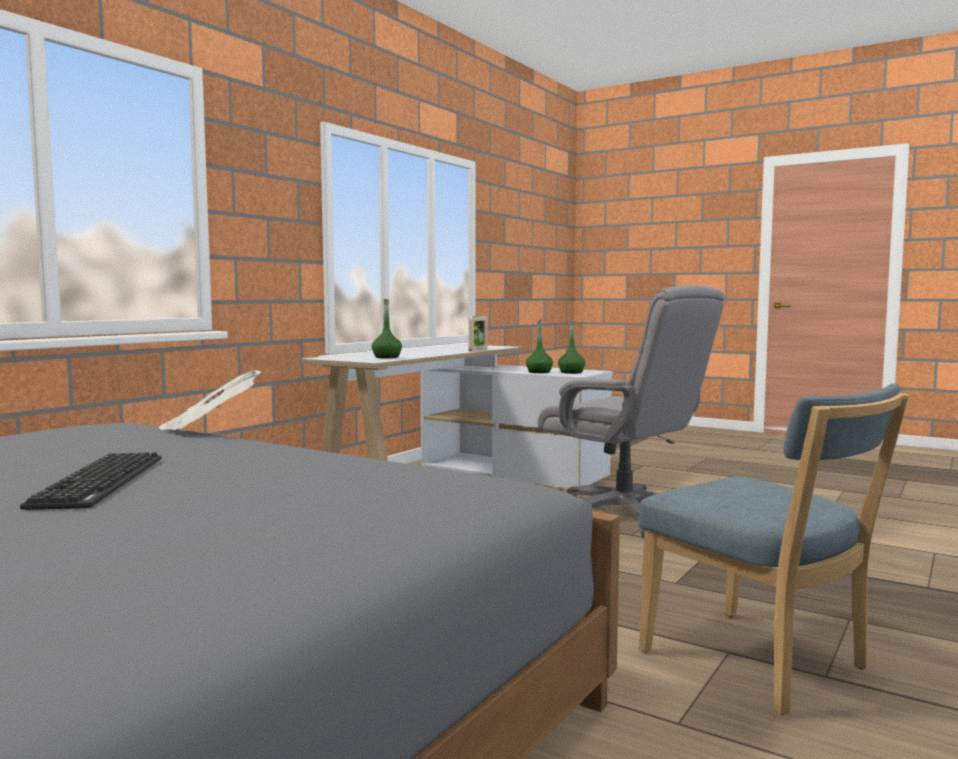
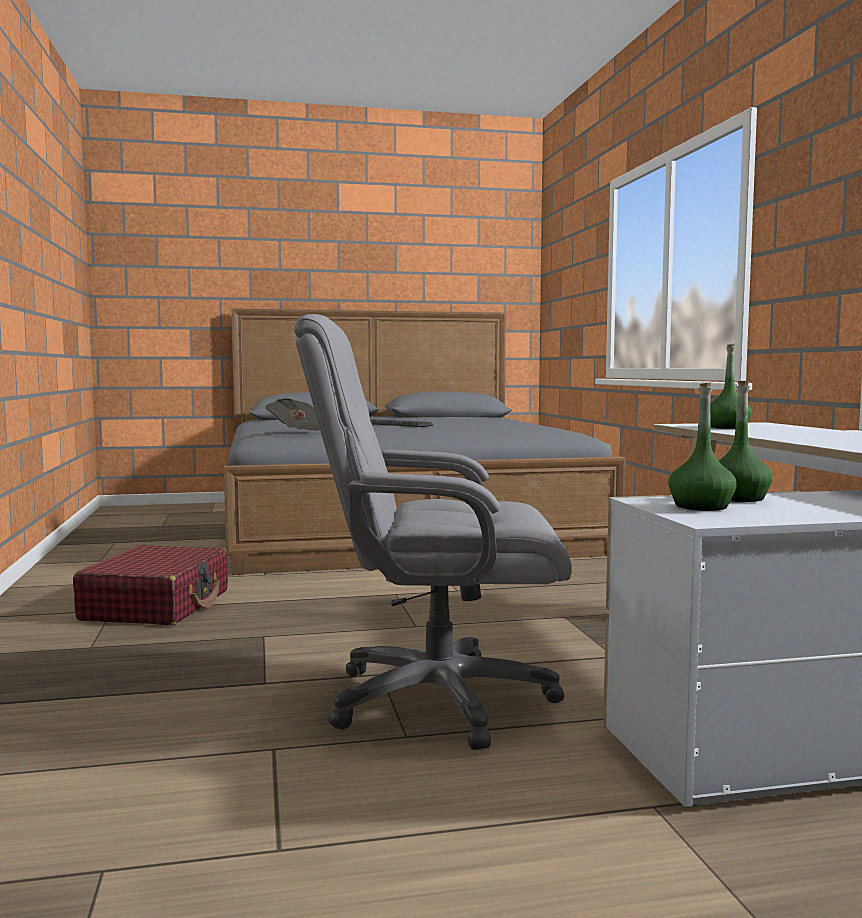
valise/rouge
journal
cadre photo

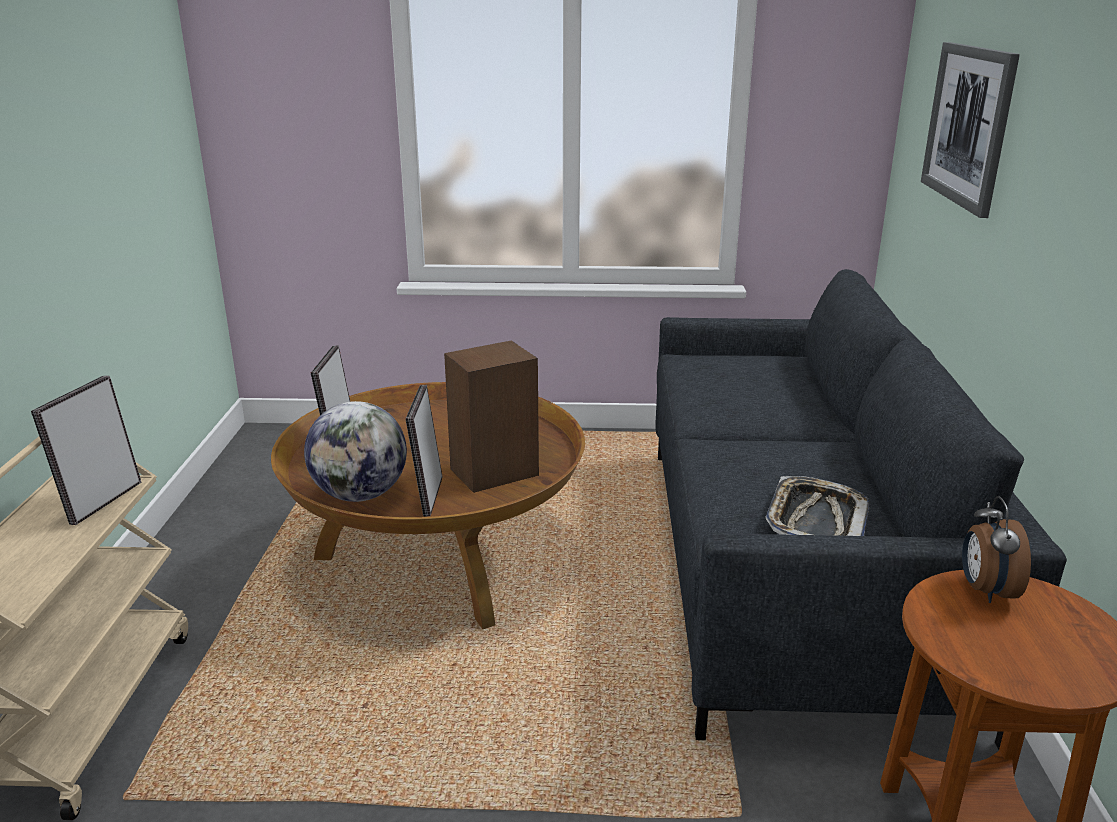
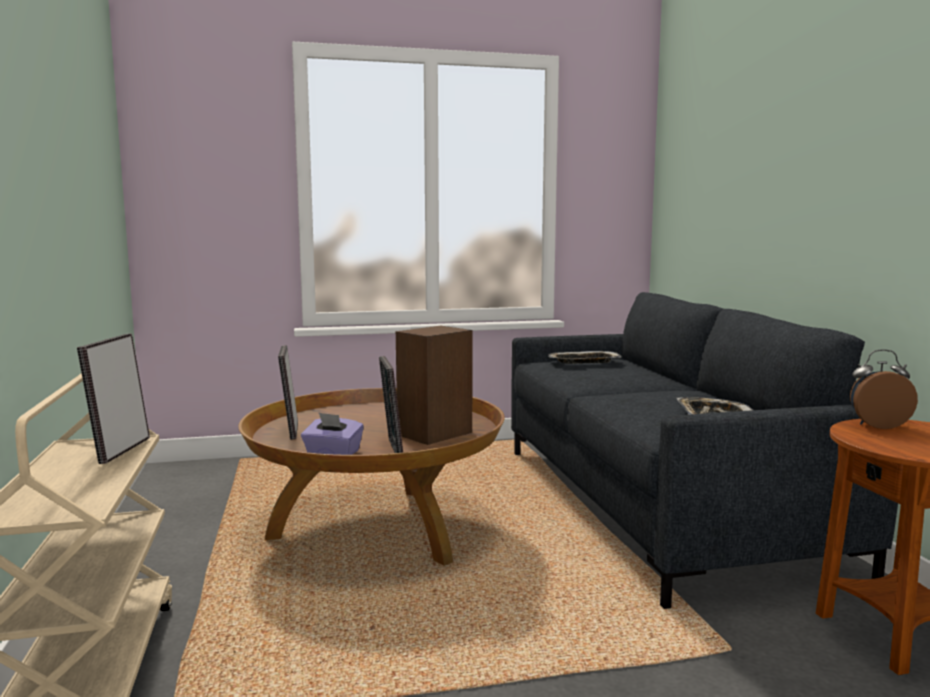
boîte à mouchoirs/violet
plateau (1st from left)
réveil
tableau

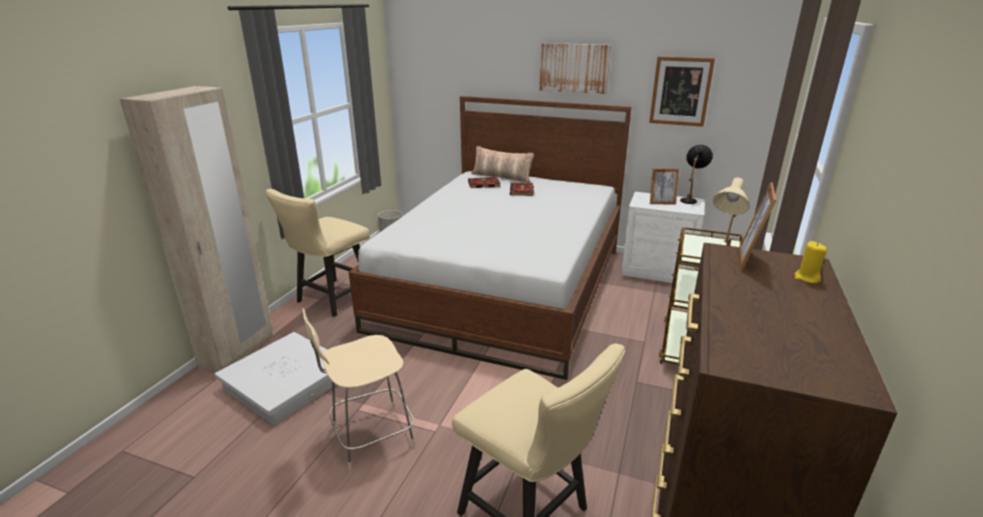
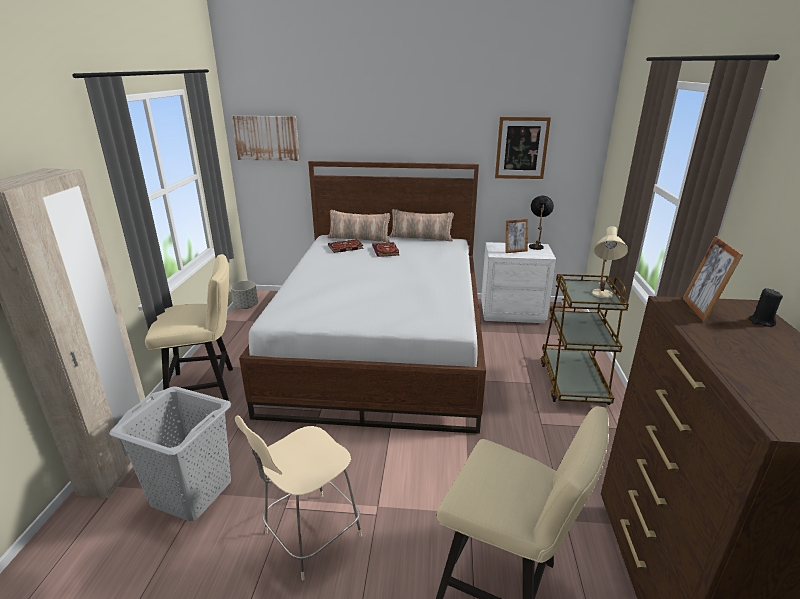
panier à linge/gris
chaise/beige (1st from left)
tableau (1st from left)
coussin (2nd from left)
bougie/noir

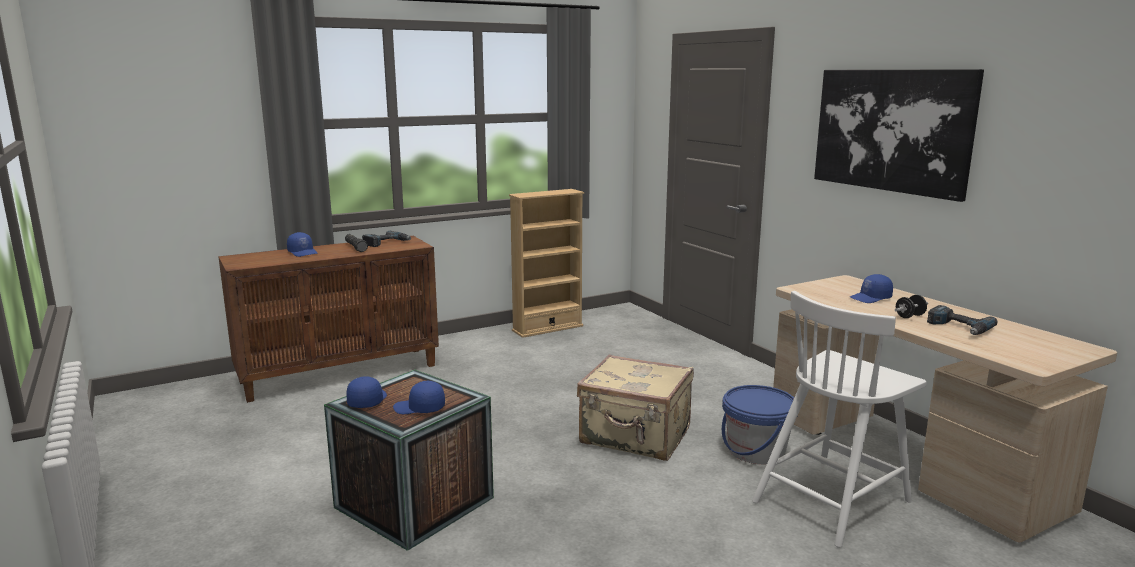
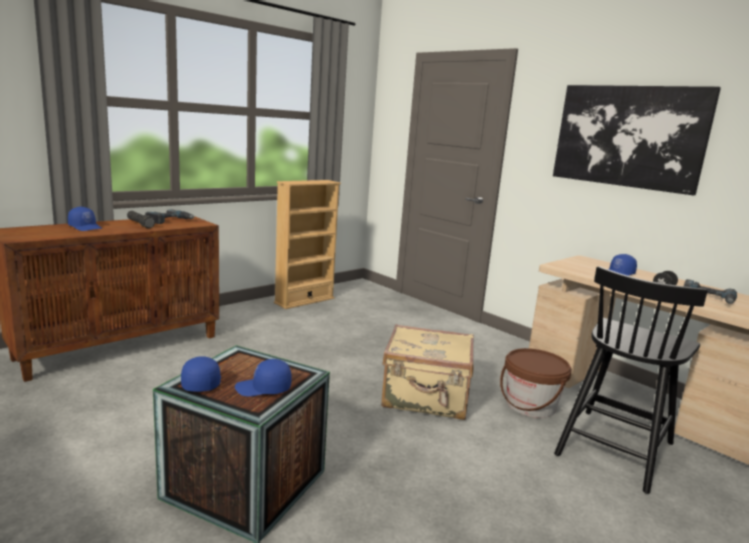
seau/marron
chaise/noir

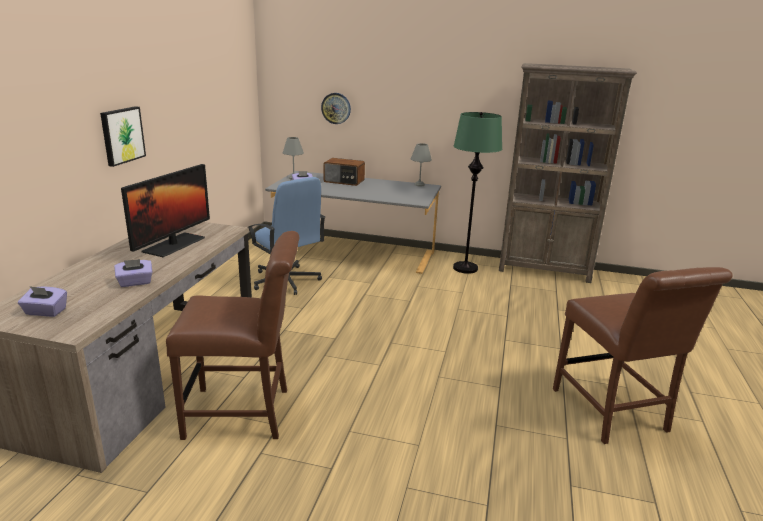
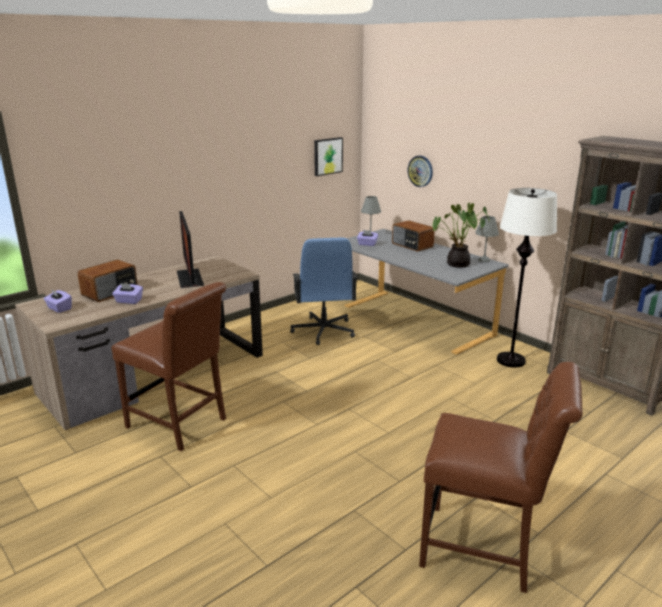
radio (1st from left)
écran d'ordinateur
tableau
chaise/marron (2nd from left)
plante en pot
lampadaire/blanc

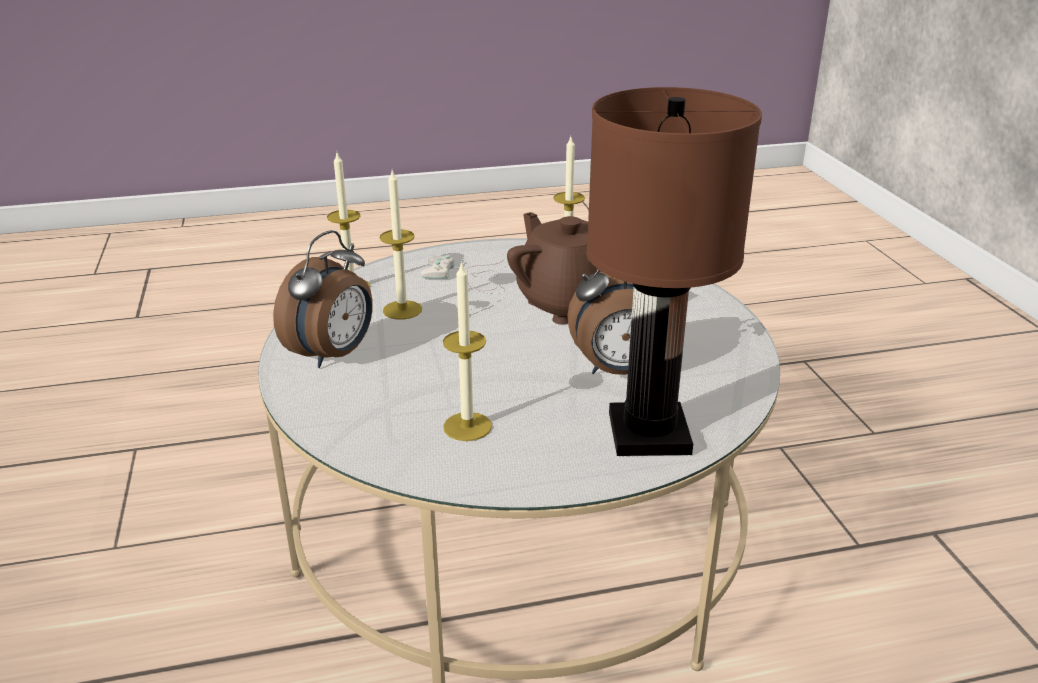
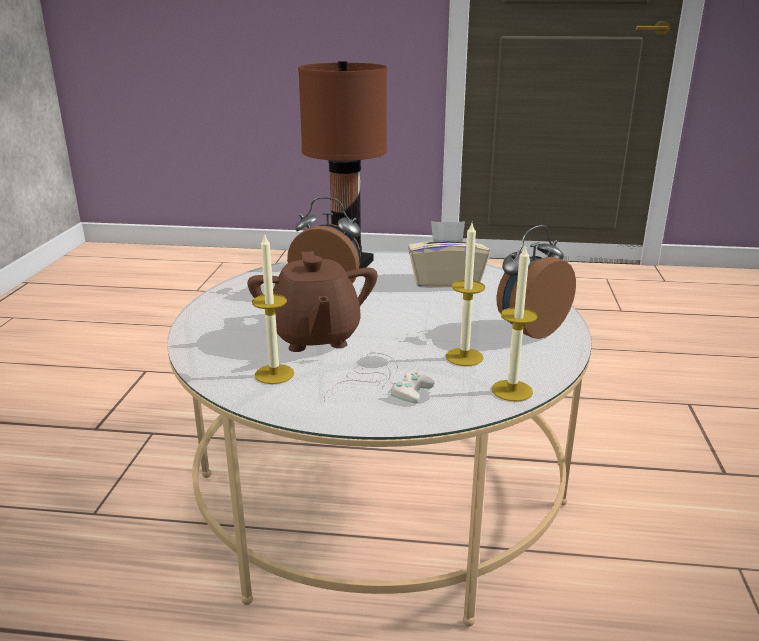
boîte à mouchoirs/beige

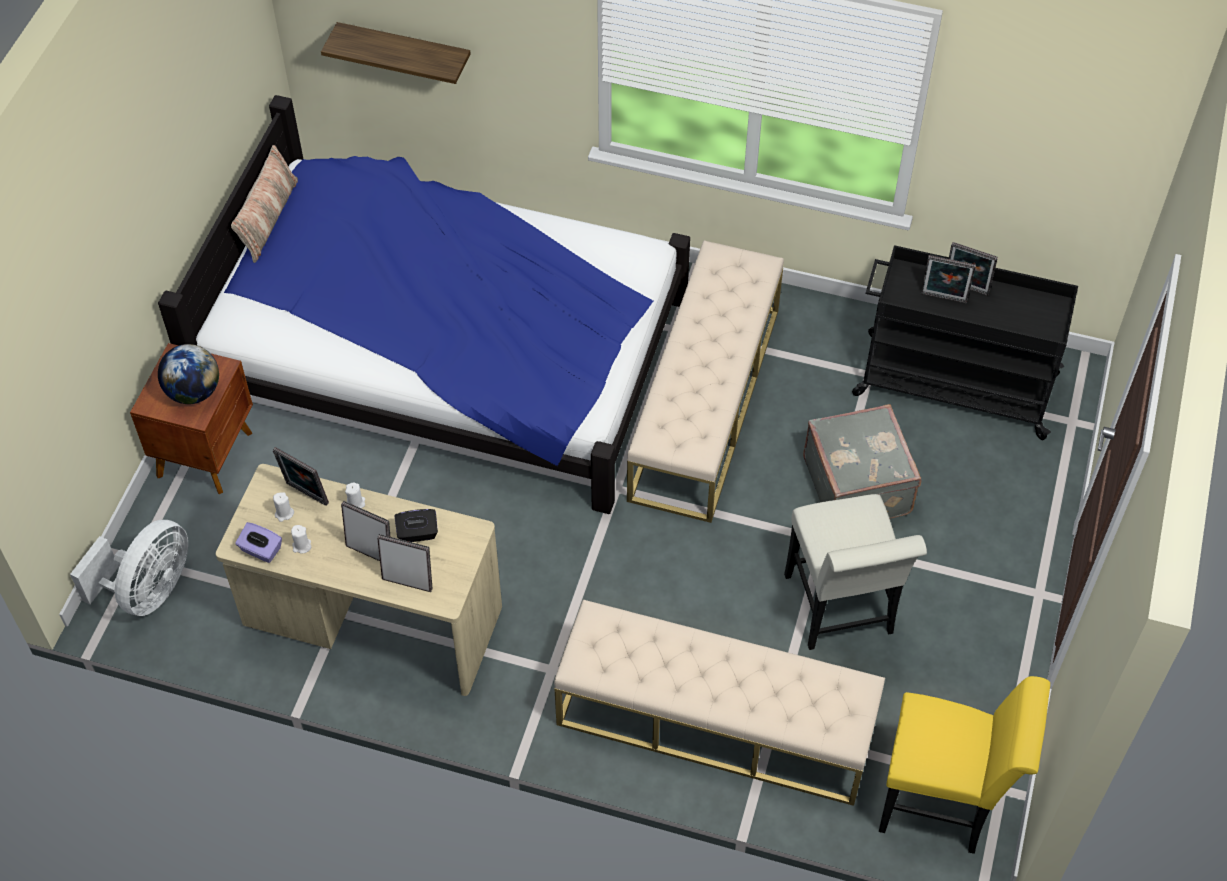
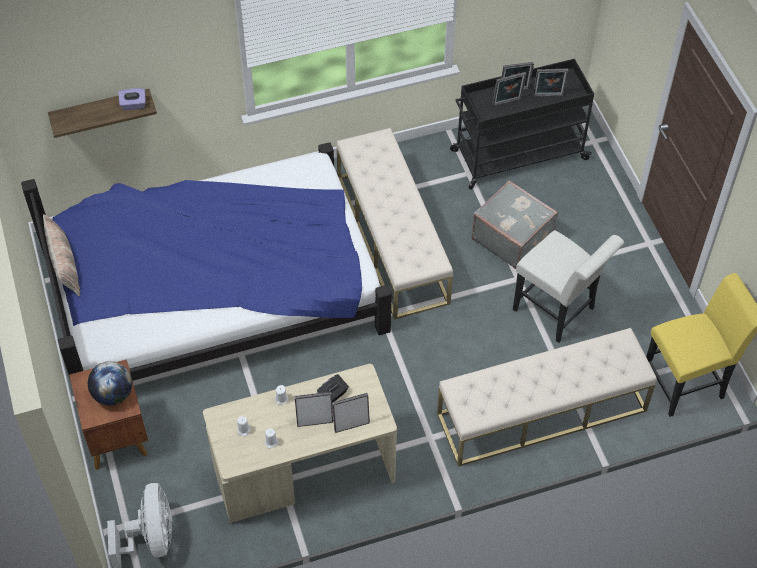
boîte à mouchoirs/violet
cadre photo (5th from left)

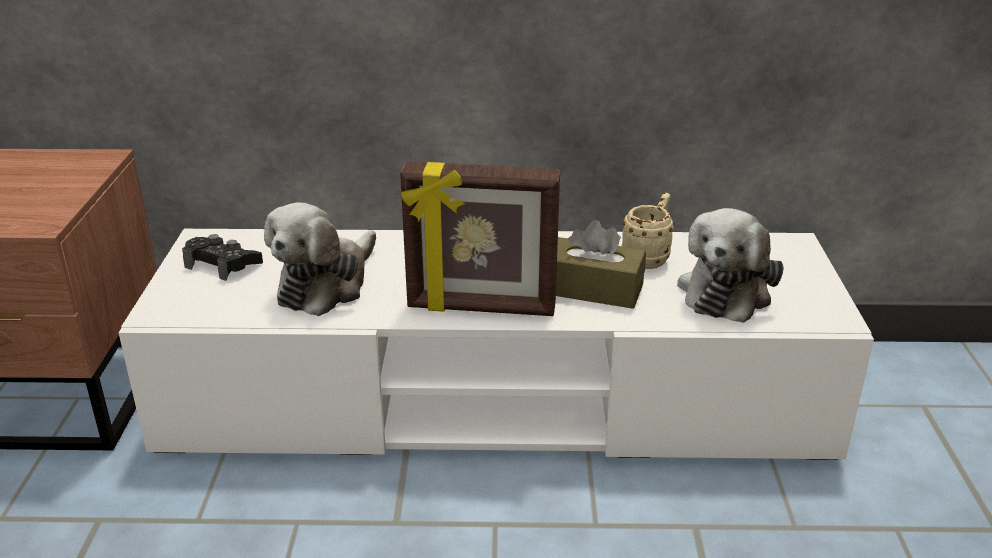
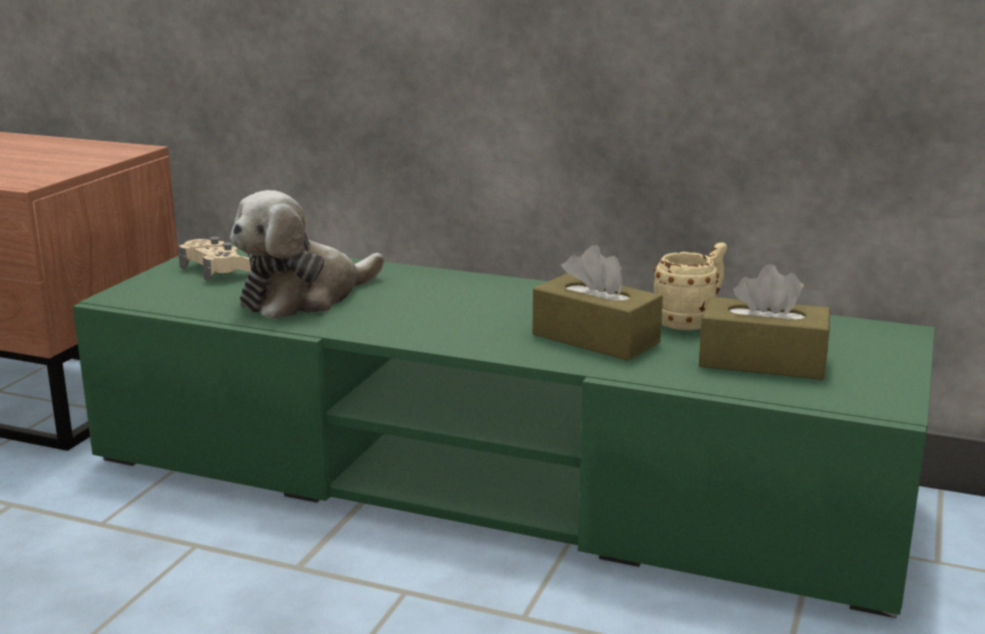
meuble télé/vert
manette/beige
boîte à mouchoirs/marron (2nd from left)
cadre photo

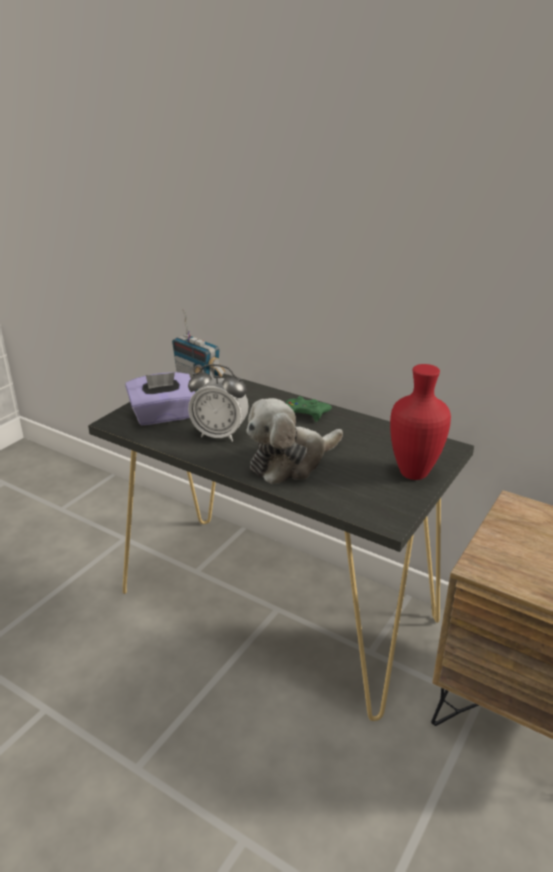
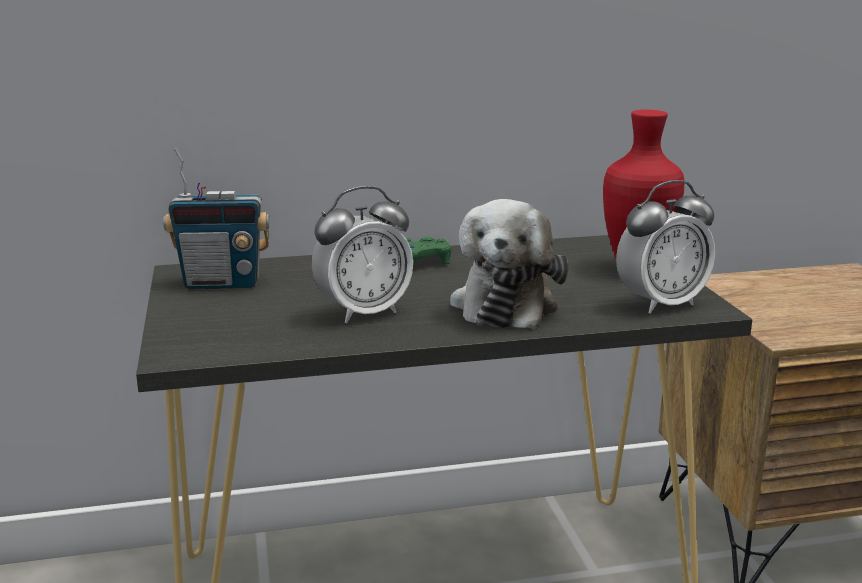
réveil (2nd from left)
boîte à mouchoirs/violet

